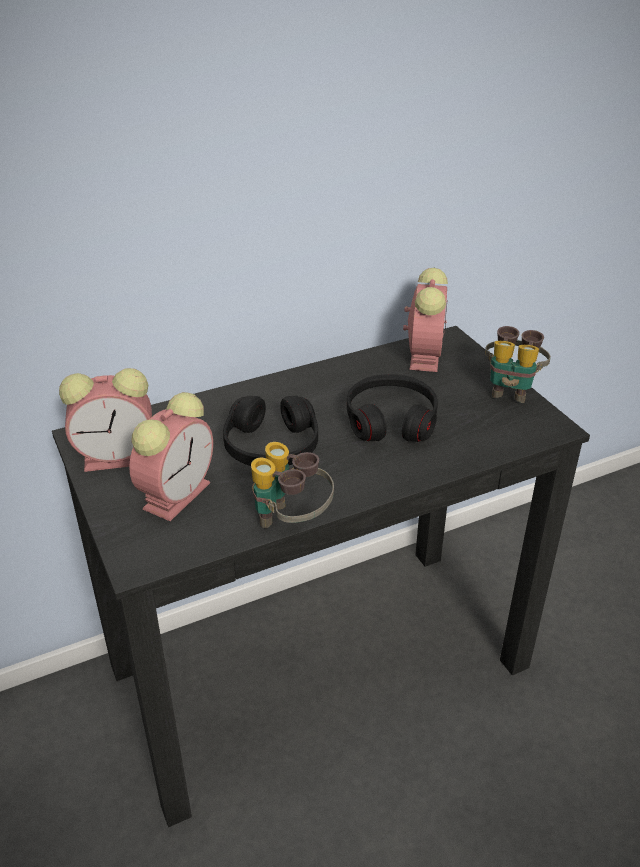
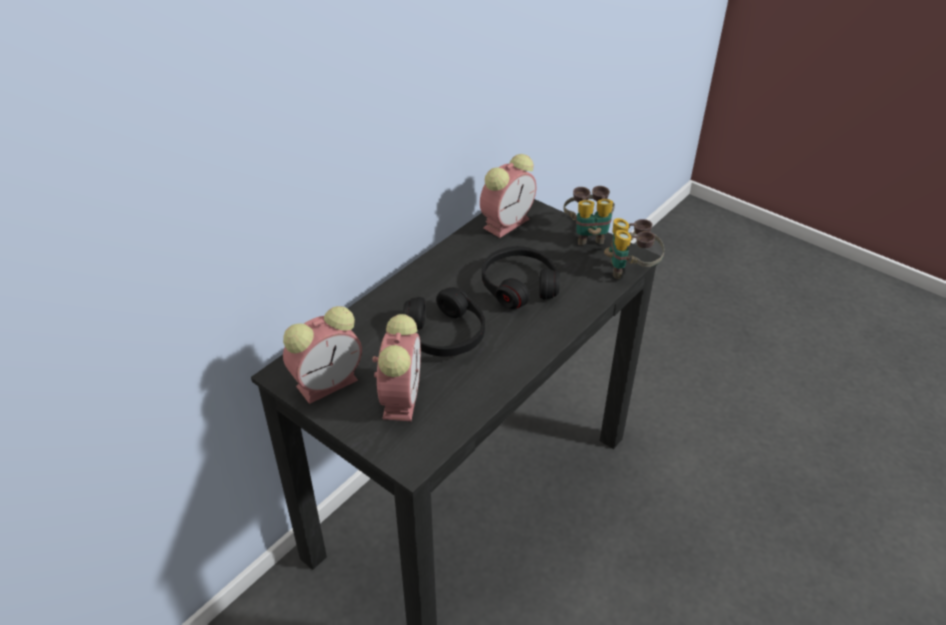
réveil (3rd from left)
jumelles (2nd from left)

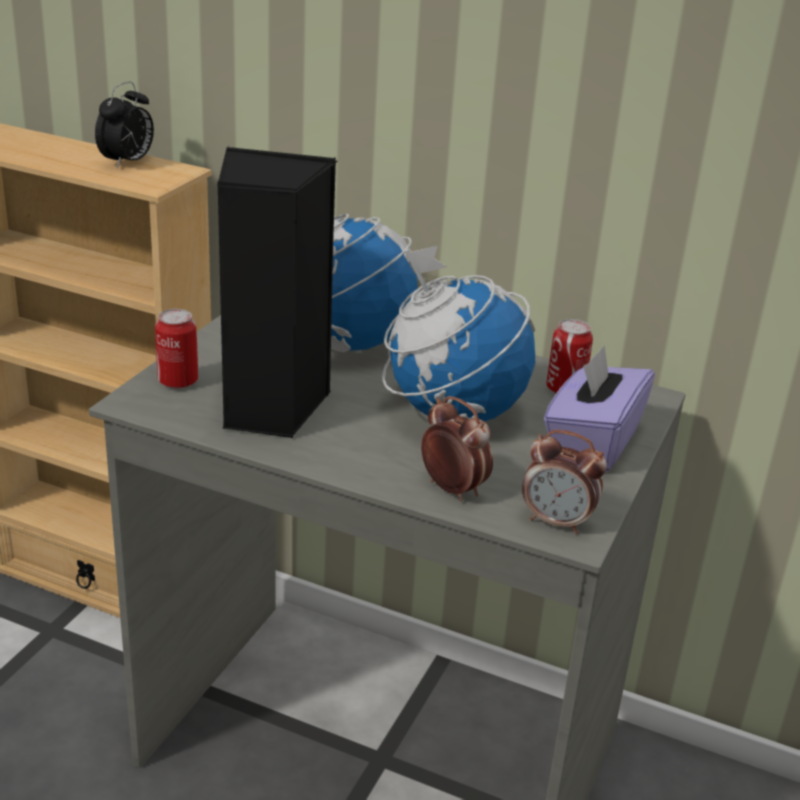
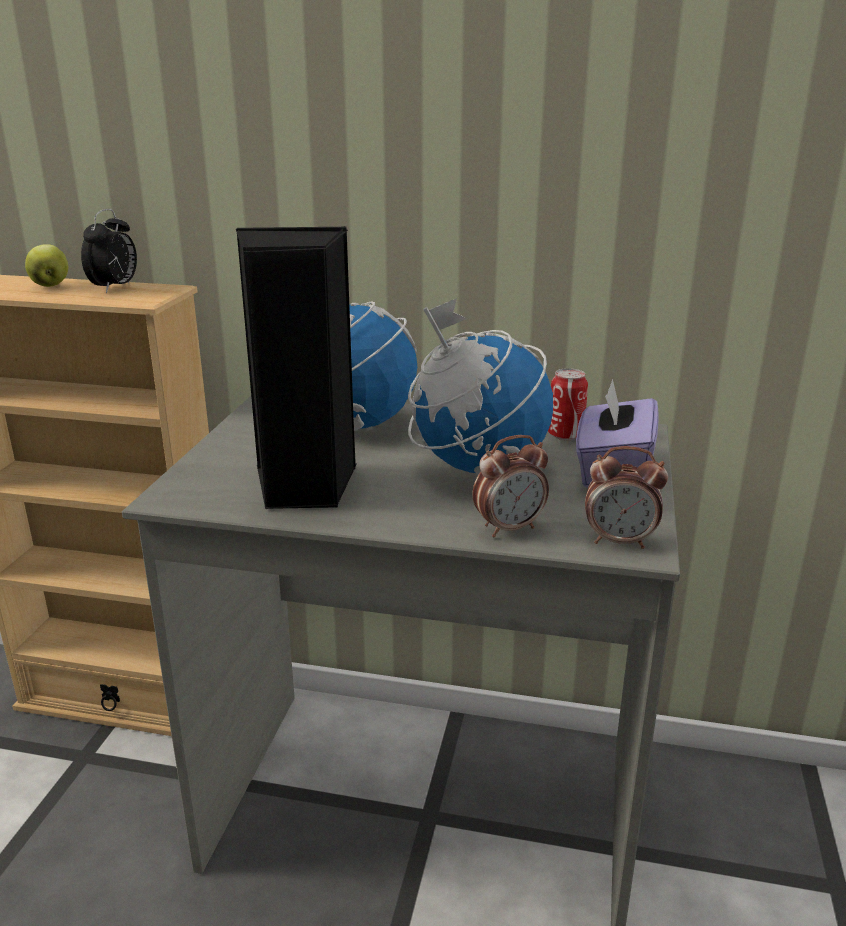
pomme
réveil (2nd from left)
boîte métallique (1st from left in the first image)

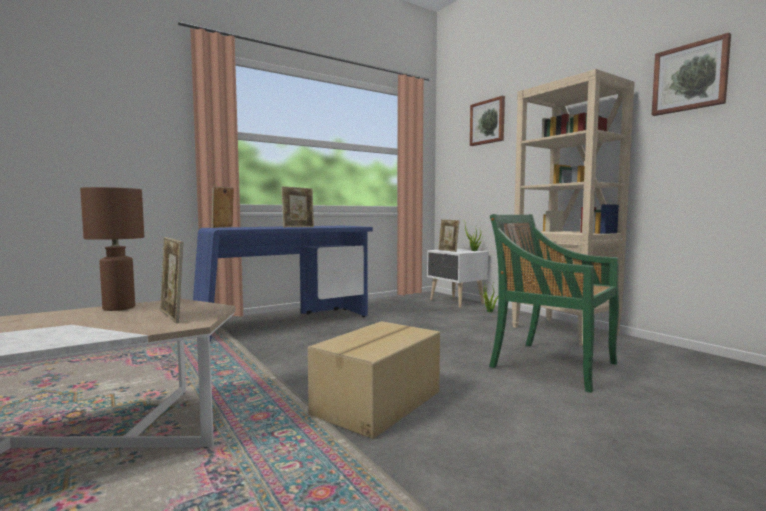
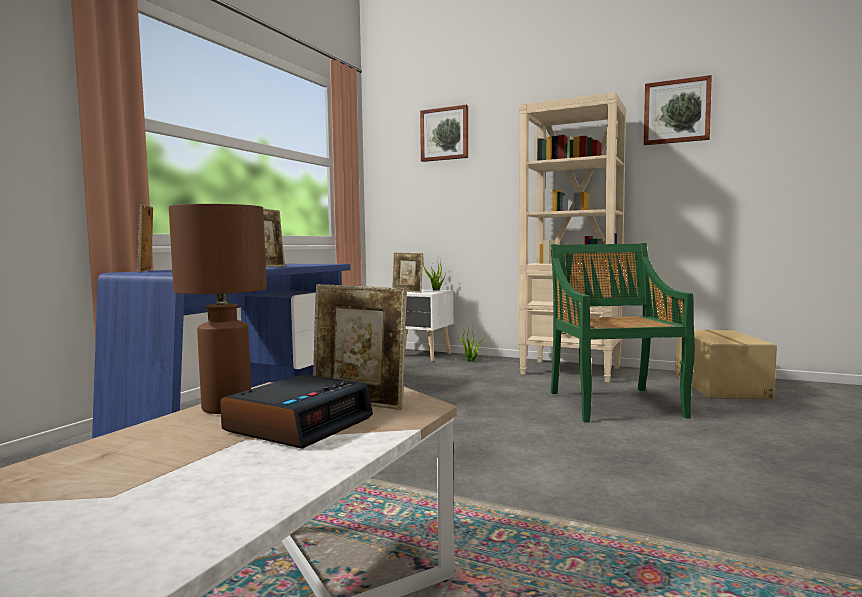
réveil
chaise/vert
carton

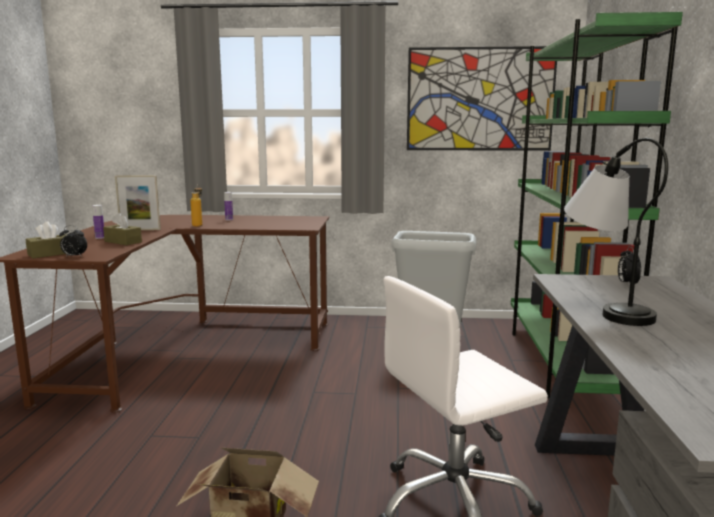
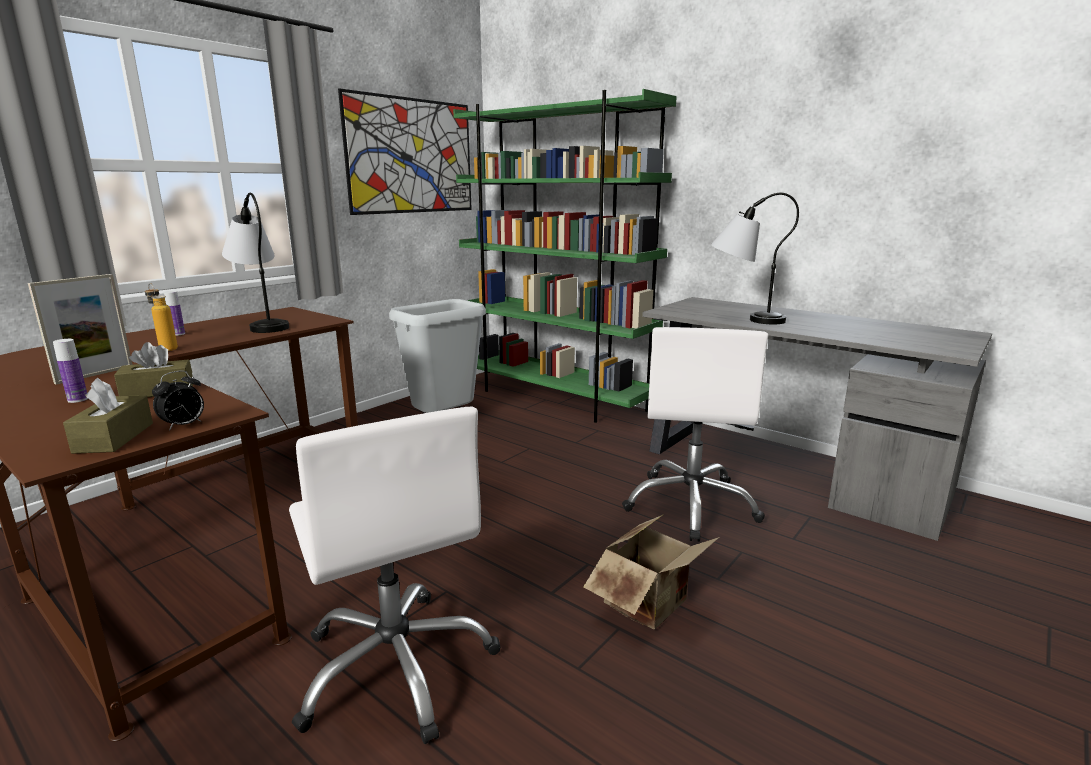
lampe de table (1st from left)
chaise de bureau/blanc (1st from left)
réveil (2nd from left in the first image)

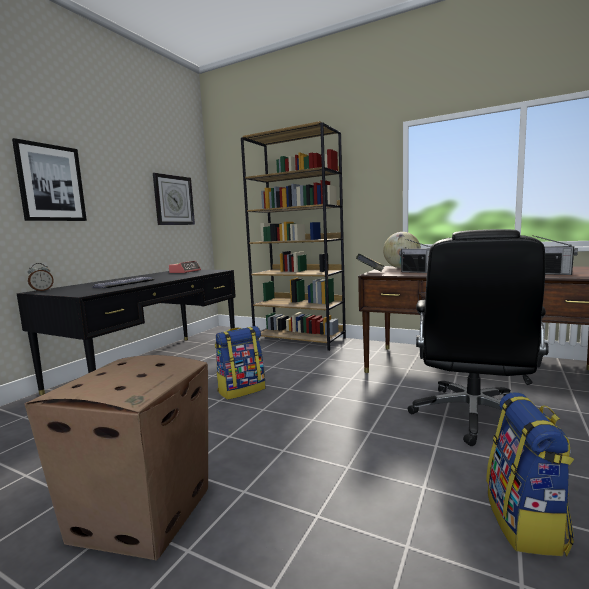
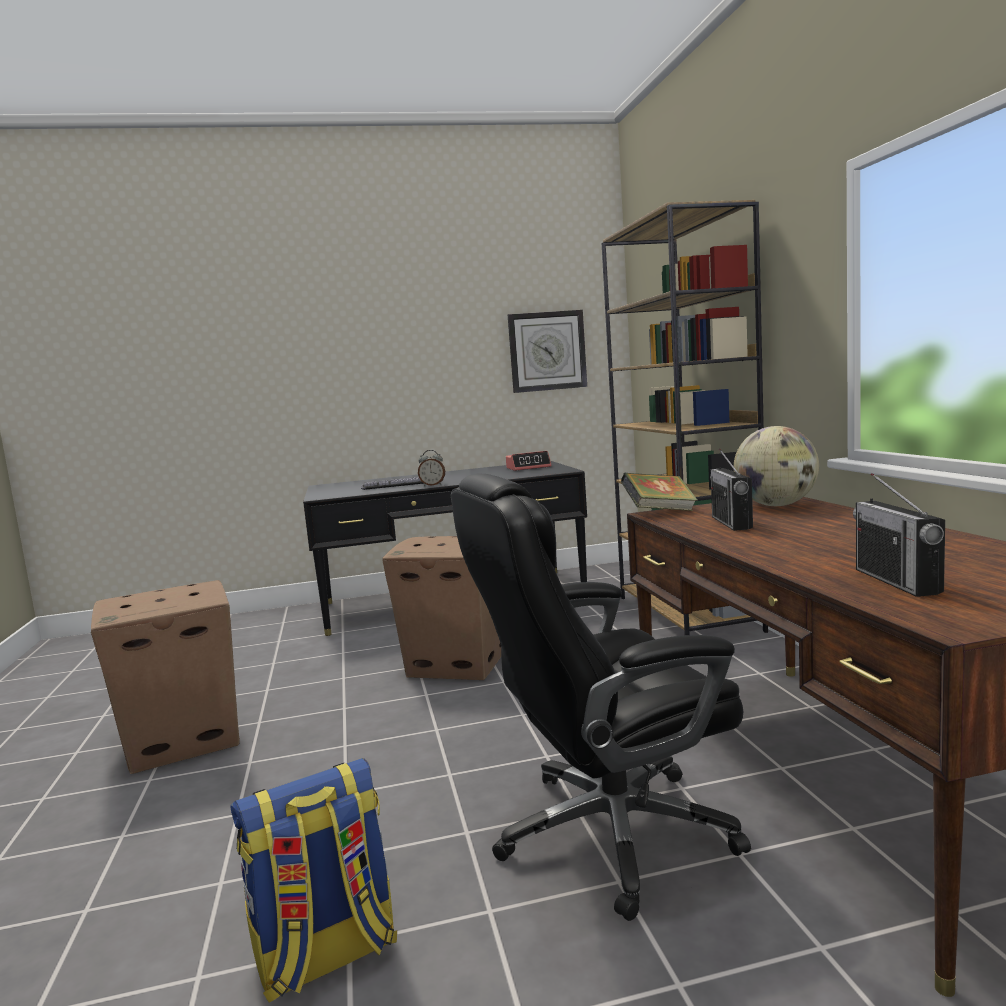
carton (2nd from left)
réveil (1st from left)
tableau

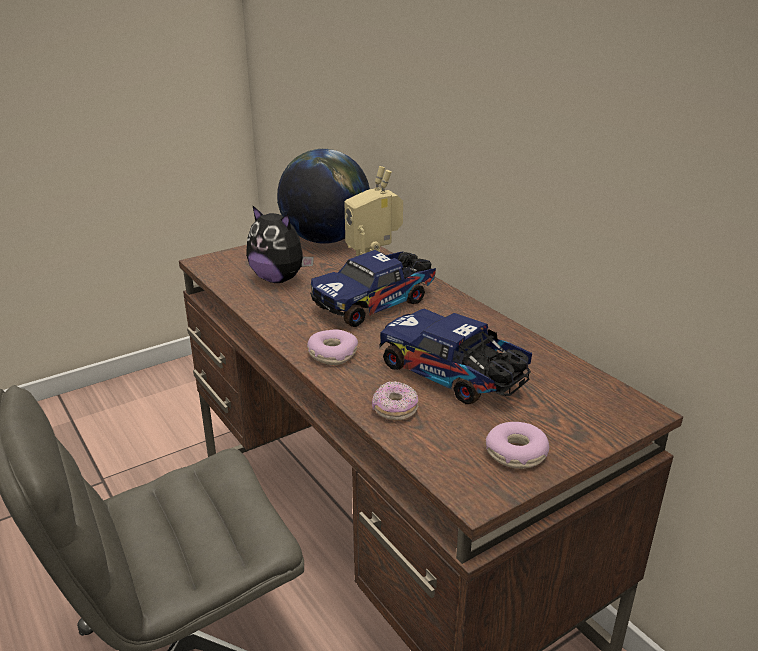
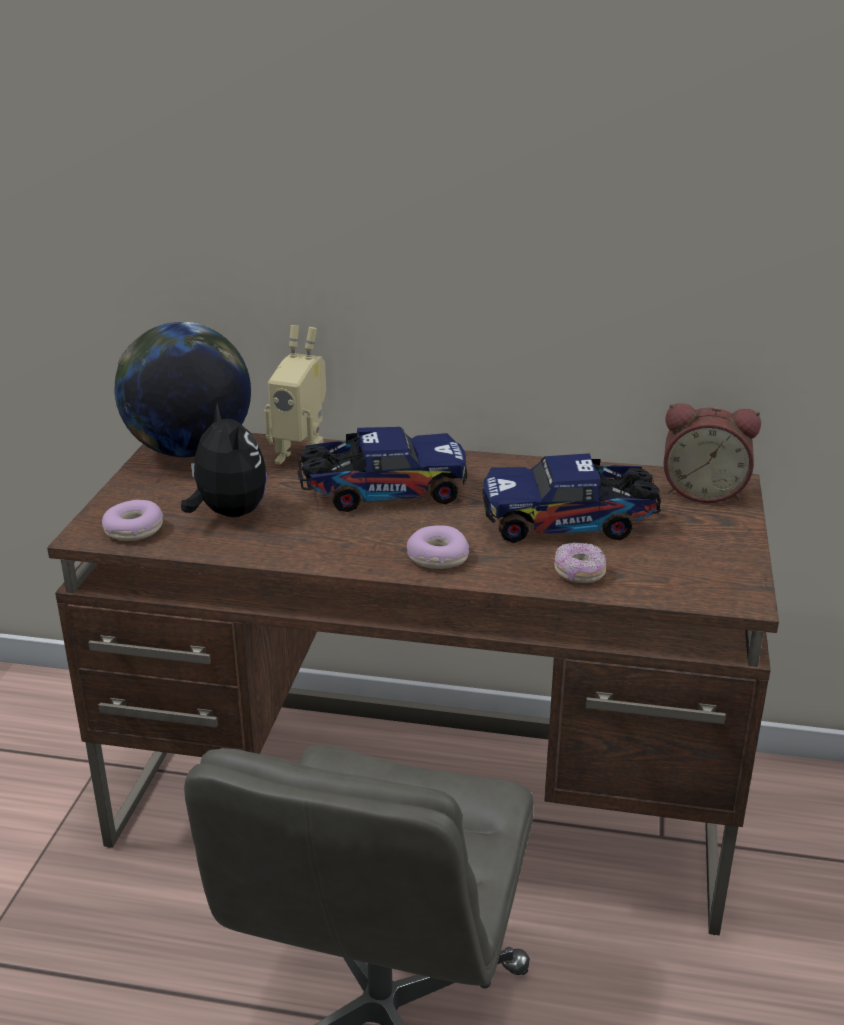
beignet (1st from left)
peluche
camion jouet (1st from left)
réveil

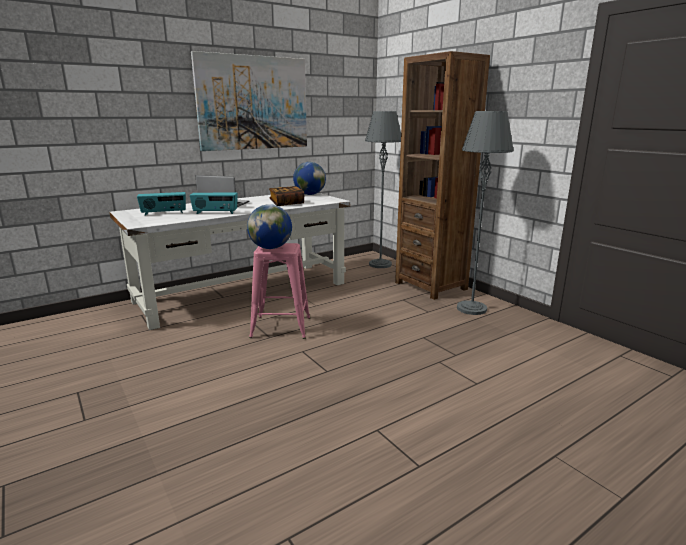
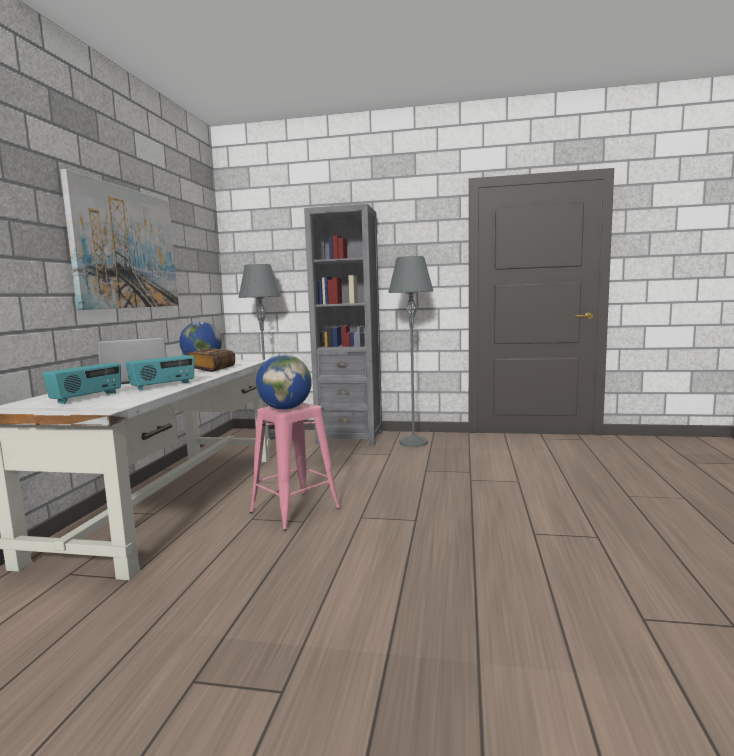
bibliothèque/gris

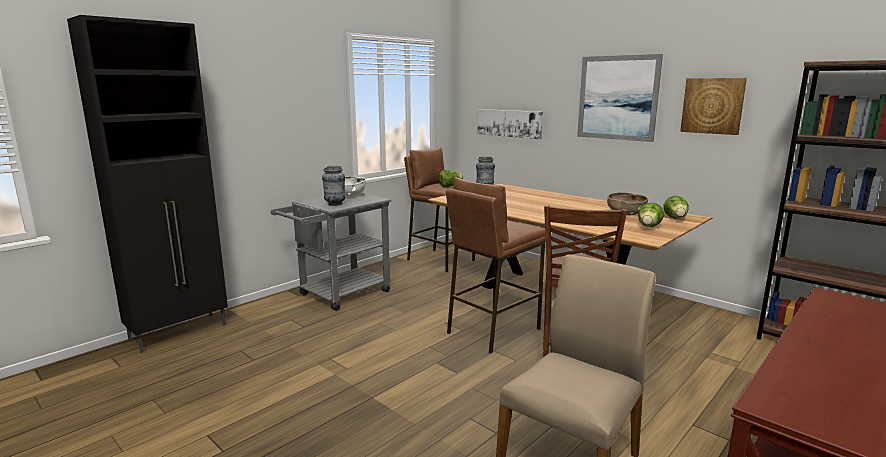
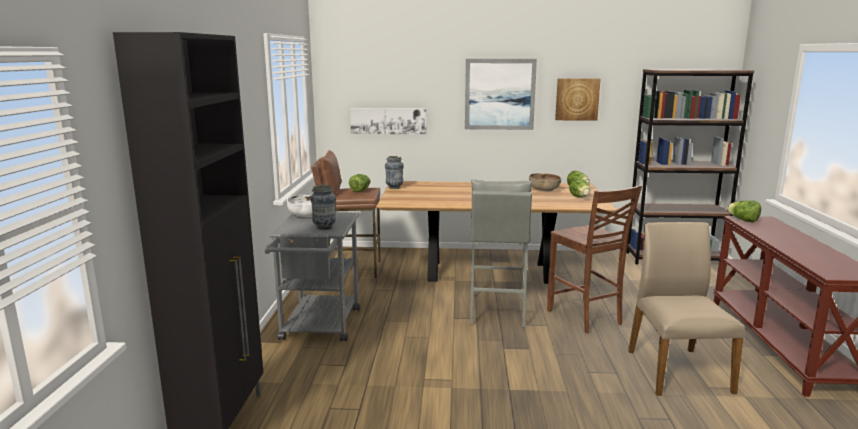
tabouret/gris
laitue (4th from left)

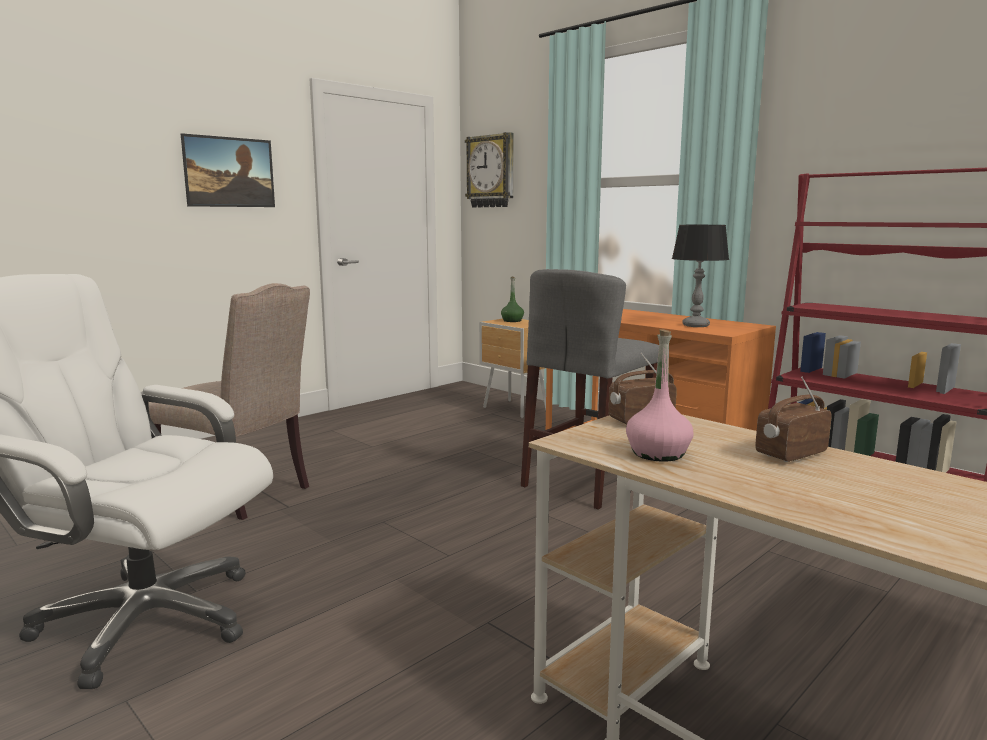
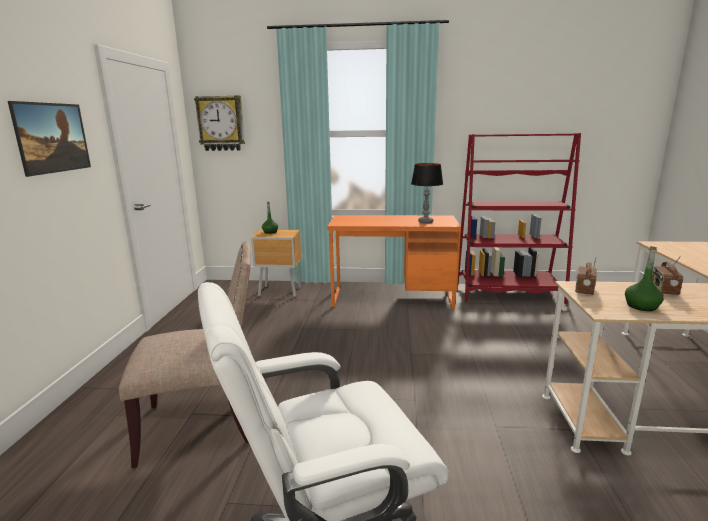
bouteille/vert (2nd from left)
tabouret/gris

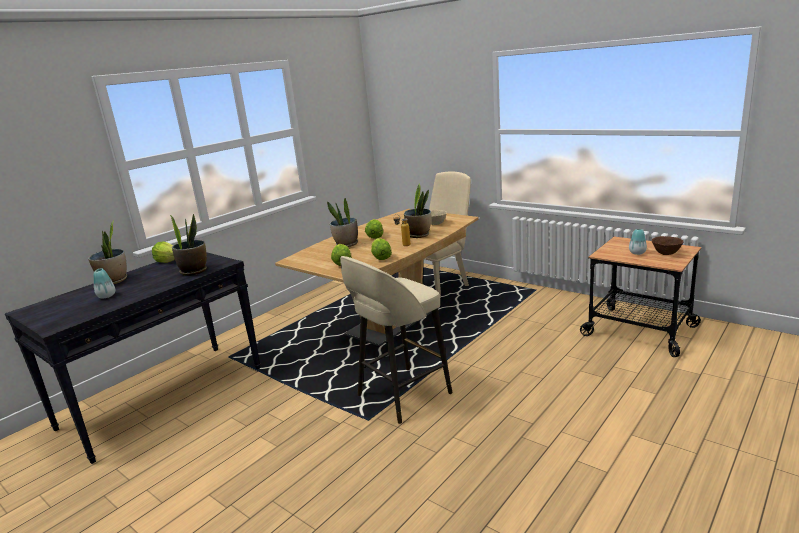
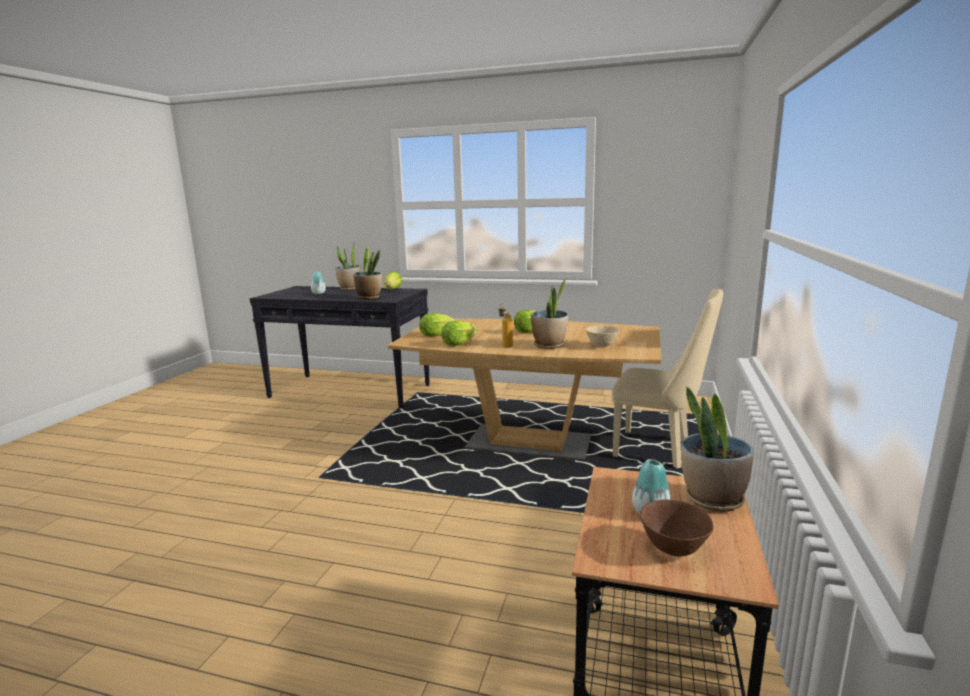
plante en pot (4th from left)
tabouret/beige

